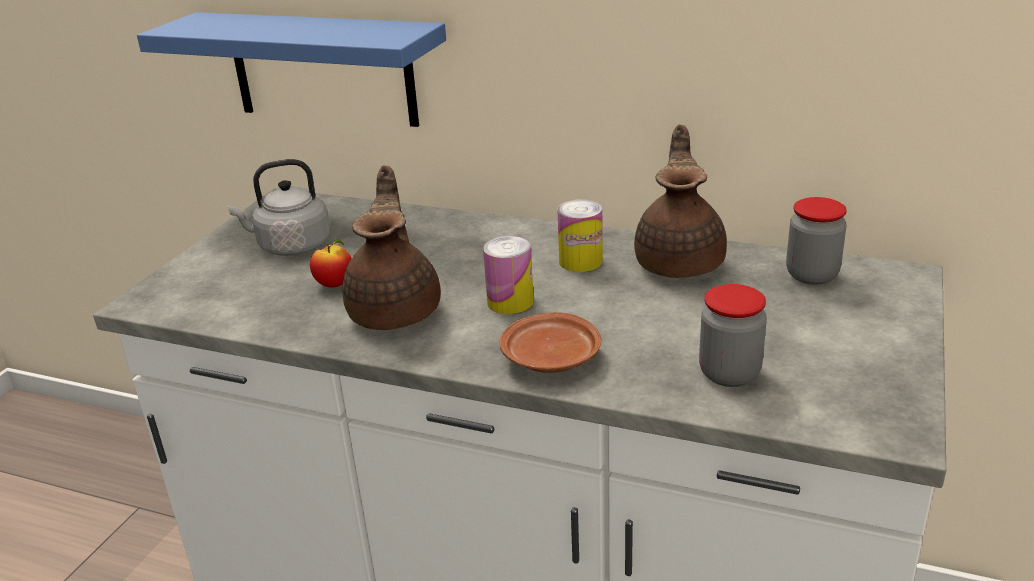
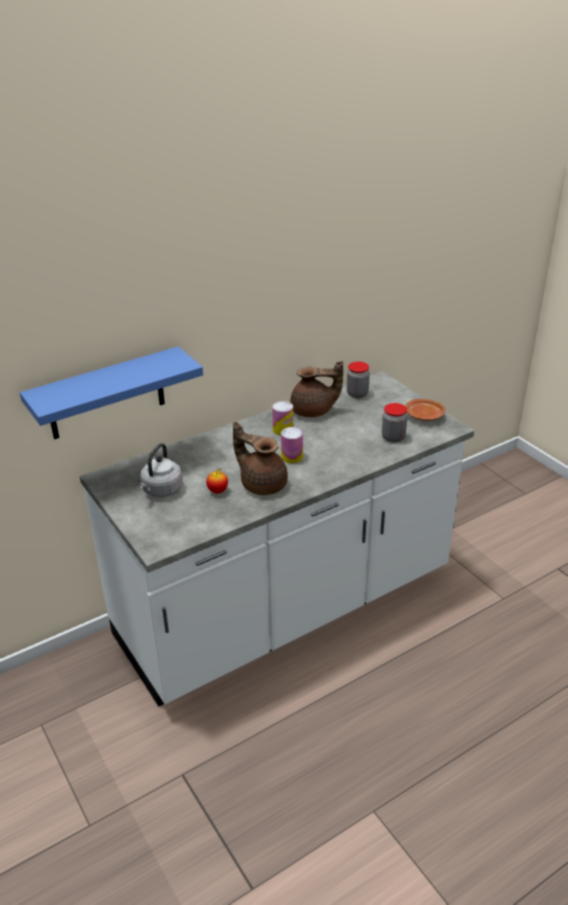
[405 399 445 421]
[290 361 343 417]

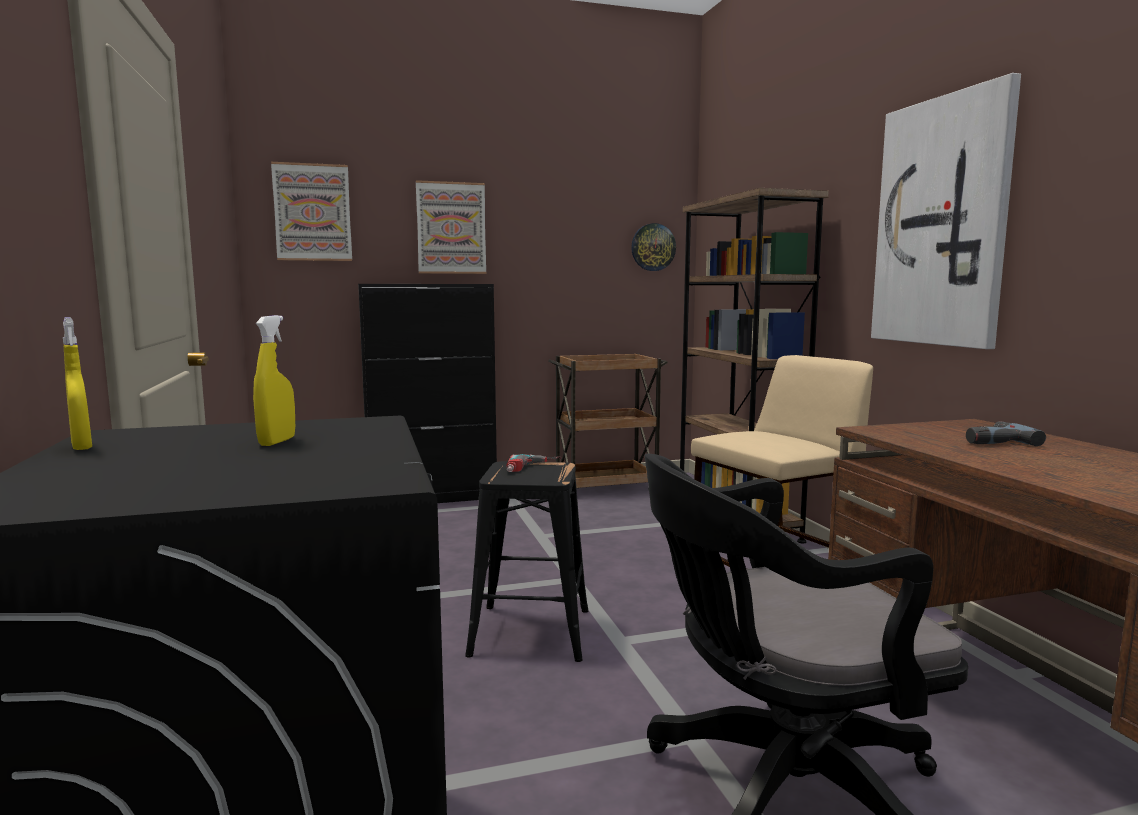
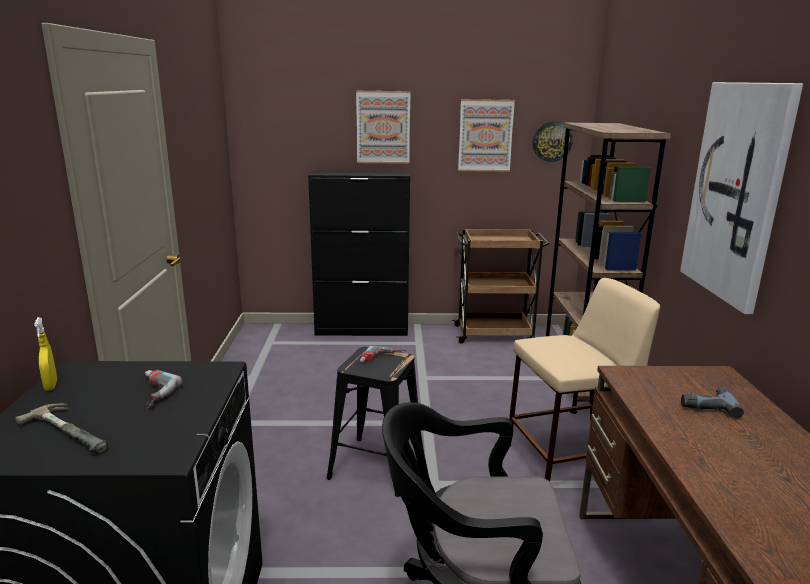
[15 404 108 454]
[458 99 515 171]
[145 370 183 409]

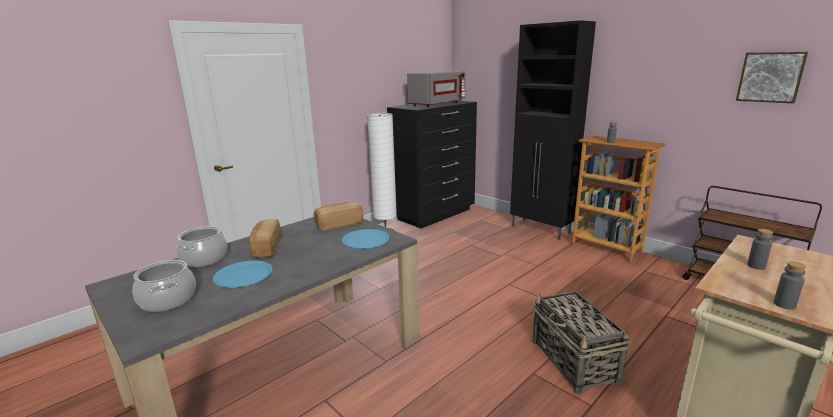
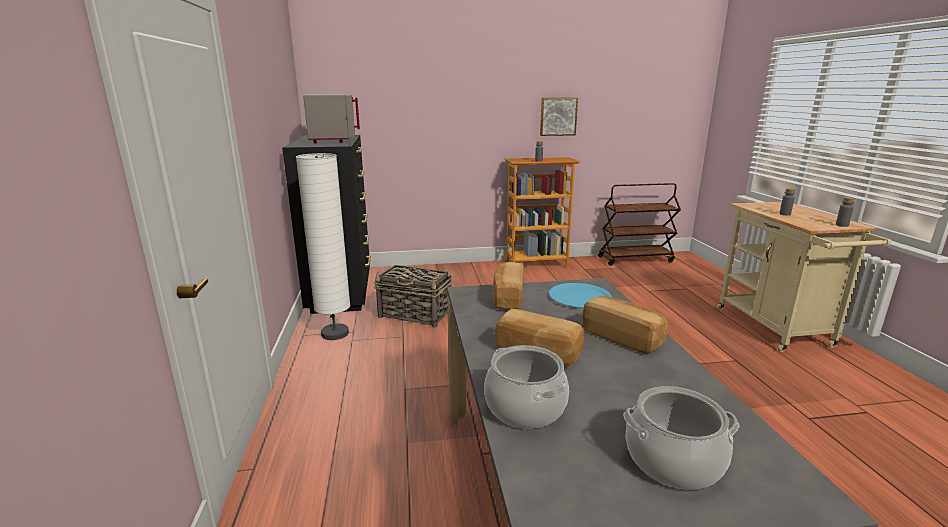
[213 261 273 288] (first image)
[510 20 596 240] (first image)
[582 296 668 355]
[374 265 452 328]
[540 98 578 136]

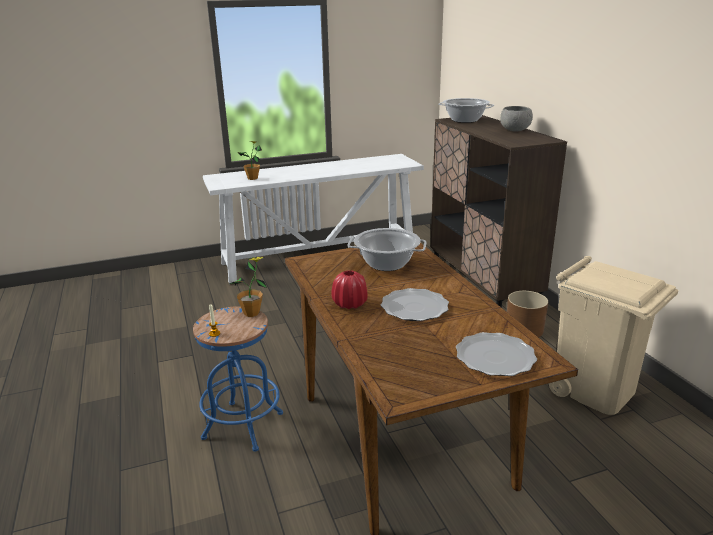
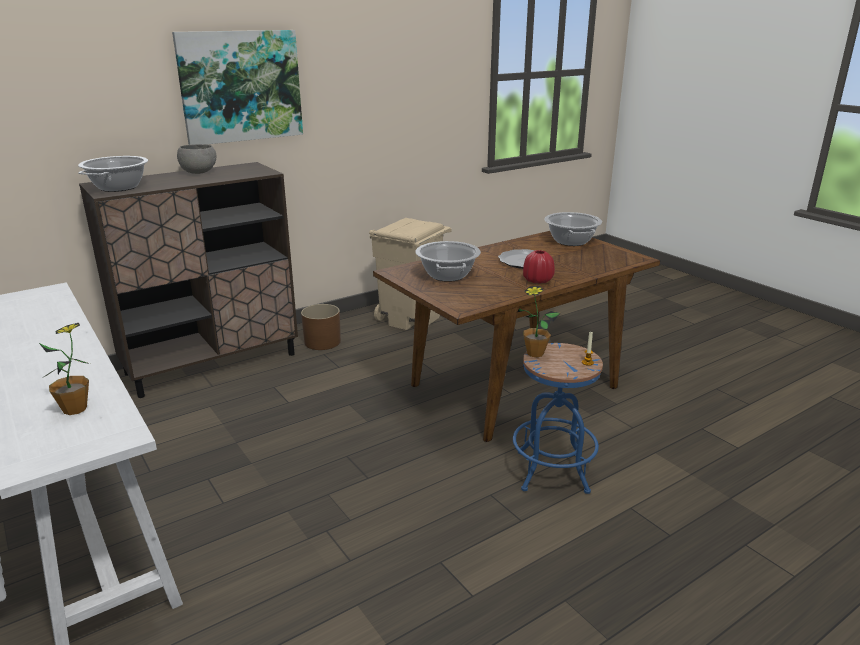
[172 30 303 145]
[544 212 602 246]

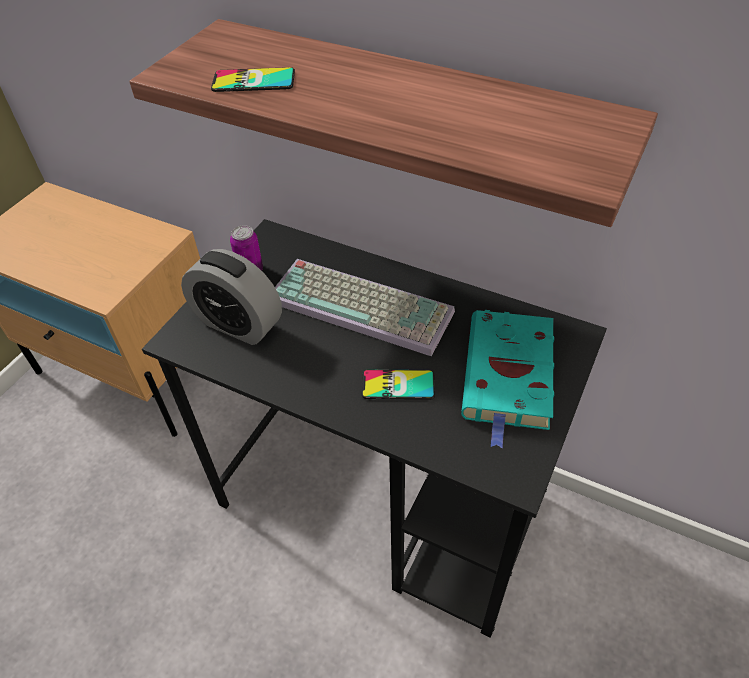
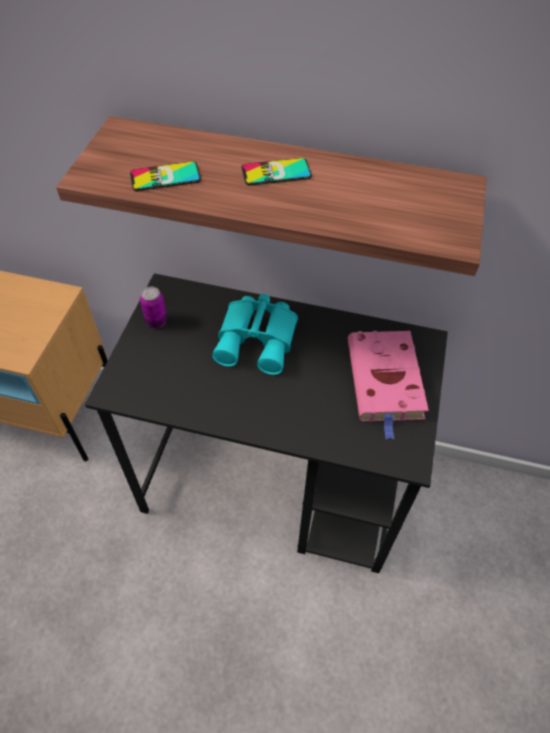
[181 249 282 345] (first image)
[241 158 312 185]
[212 294 298 375]
[348 331 429 440]

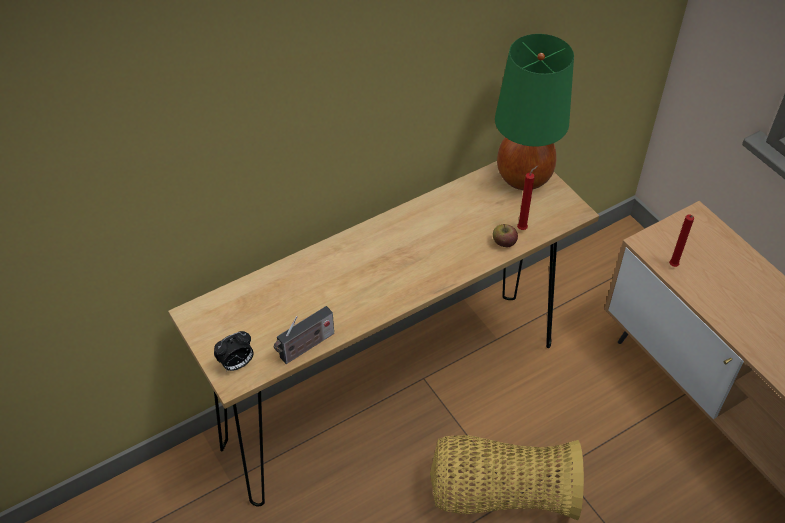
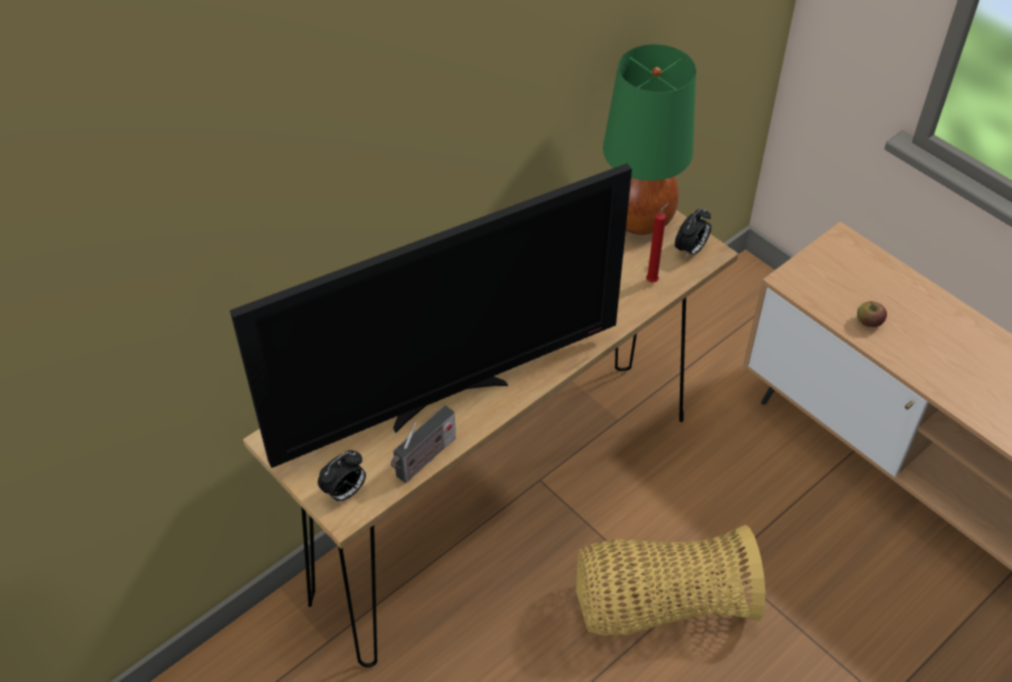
[669 215 694 267] (first image)
[230 163 632 468]
[675 208 711 258]
[857 301 887 327]

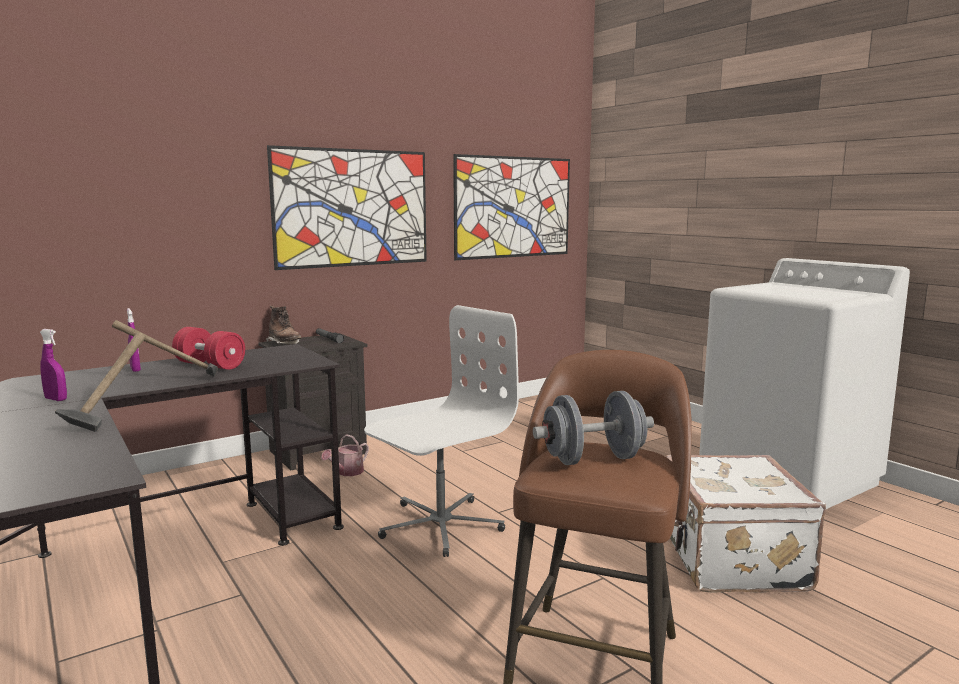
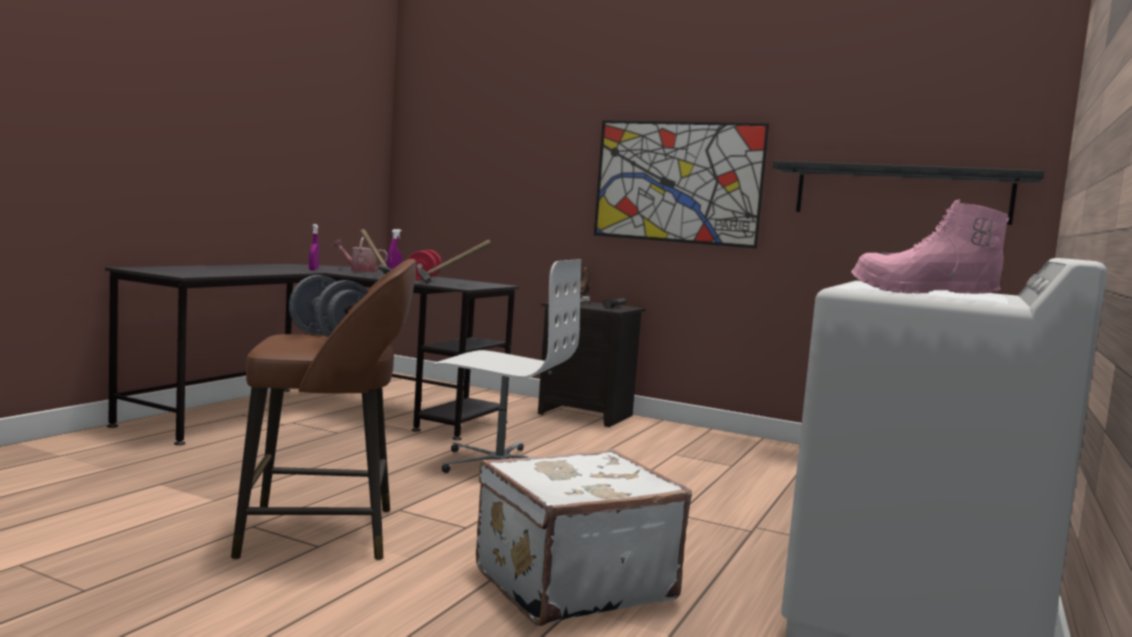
[851 200 1009 294]
[418 240 491 284]
[332 236 388 272]
[773 161 1044 225]

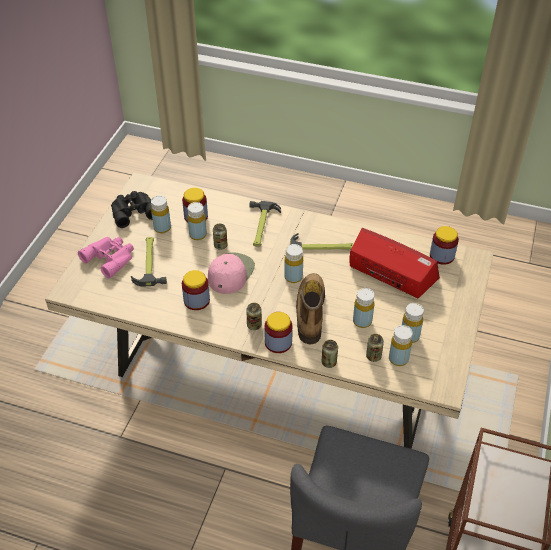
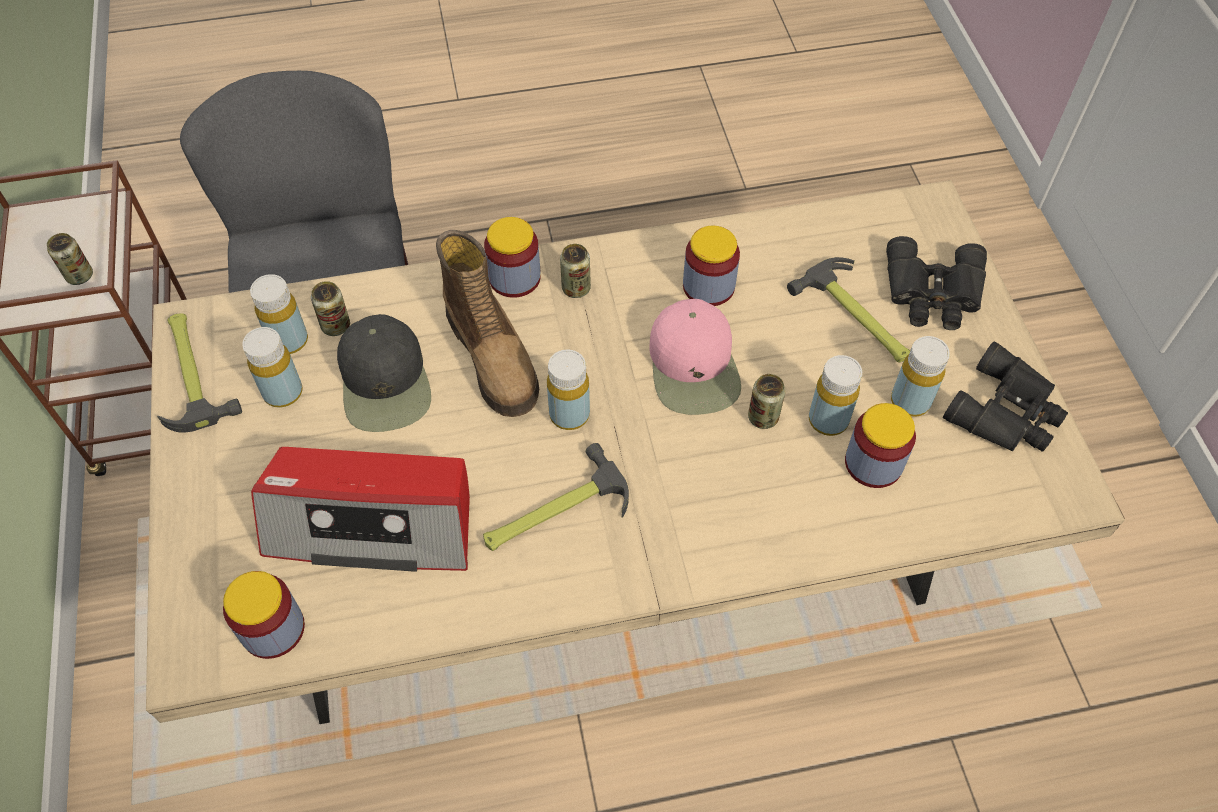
[157 313 242 433]
[47 233 93 285]
[337 314 431 432]
[886 236 987 330]

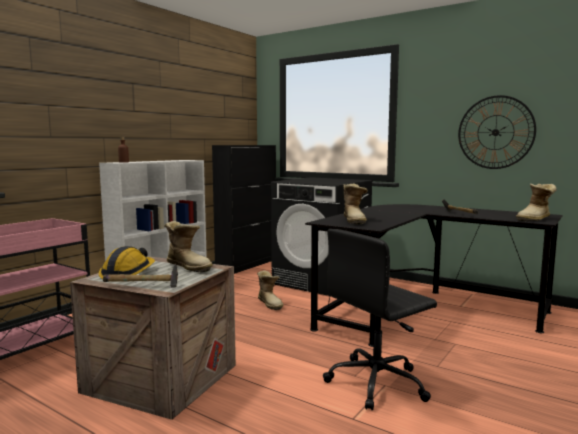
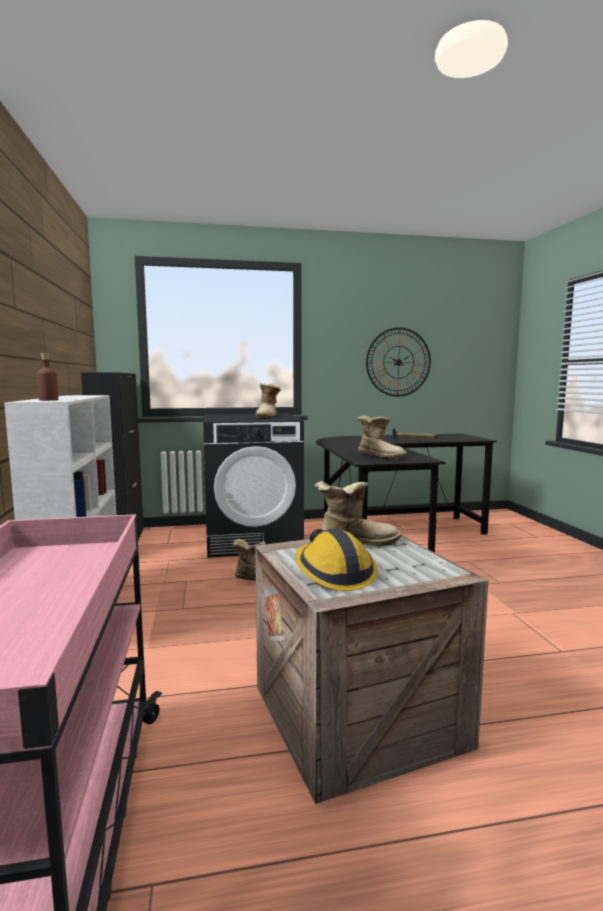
[103 264 178 288] (first image)
[323 229 437 411] (first image)
[255 383 281 418]

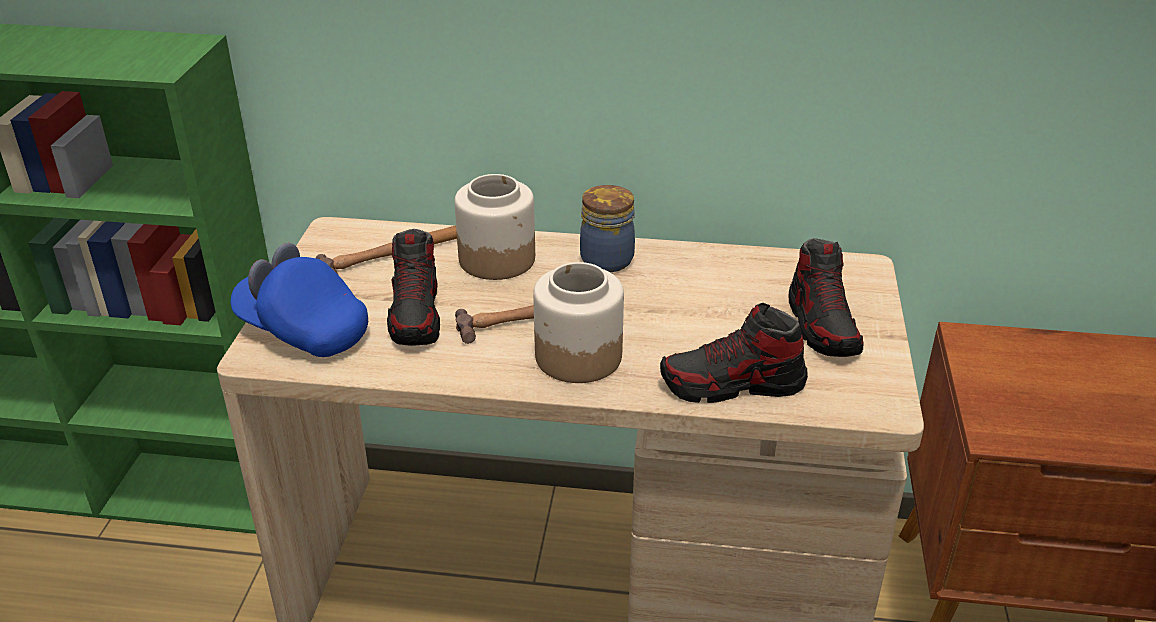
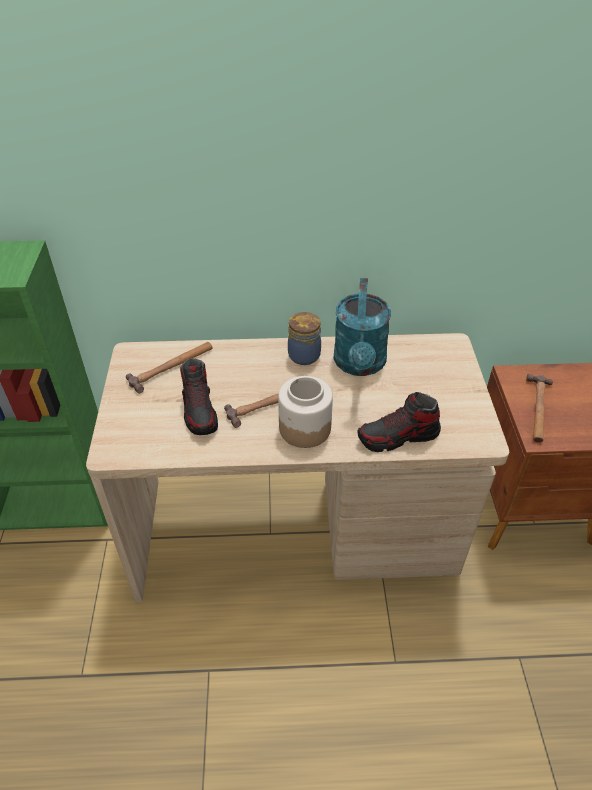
[230 243 368 357] (first image)
[454 174 535 280] (first image)
[789 238 864 357] (first image)
[333 278 391 376]
[526 374 553 443]

